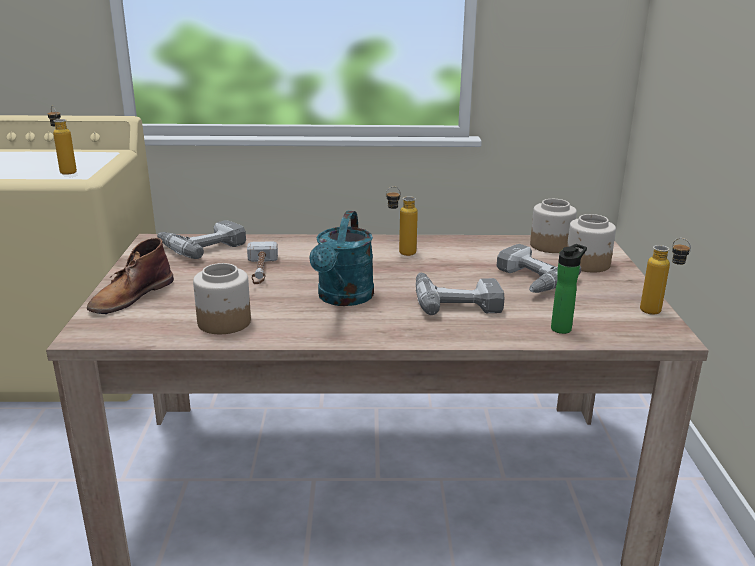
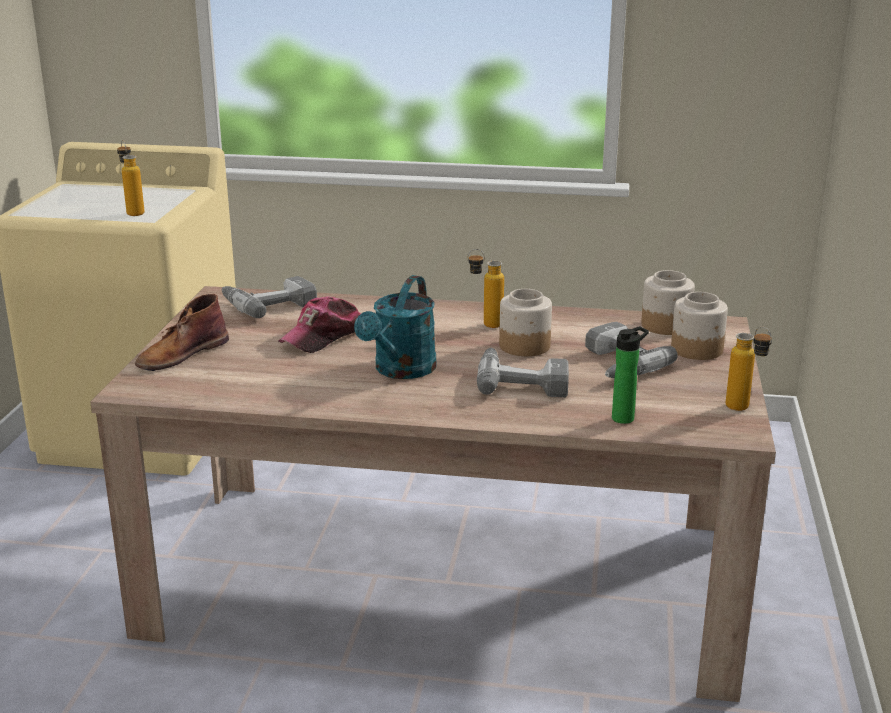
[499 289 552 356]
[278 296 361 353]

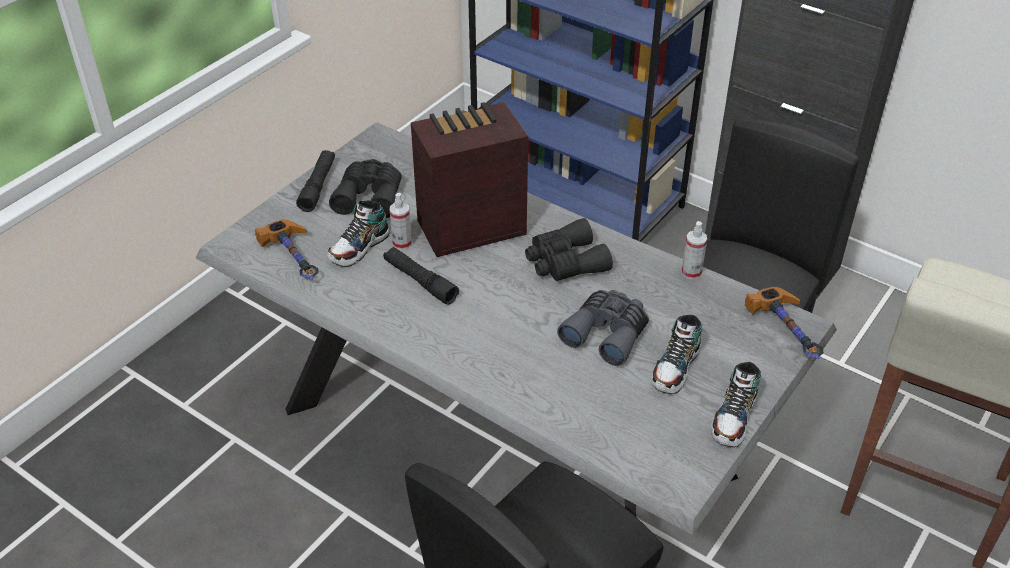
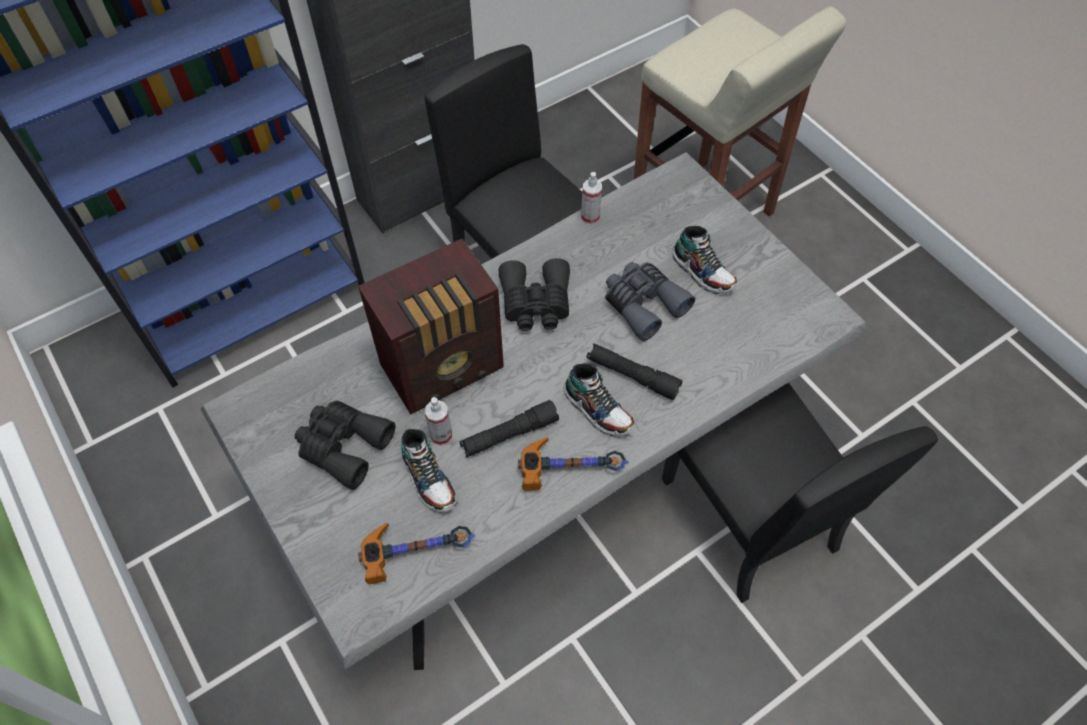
[587 343 682 400]
[564 363 635 437]
[518 437 629 491]
[358 239 504 415]

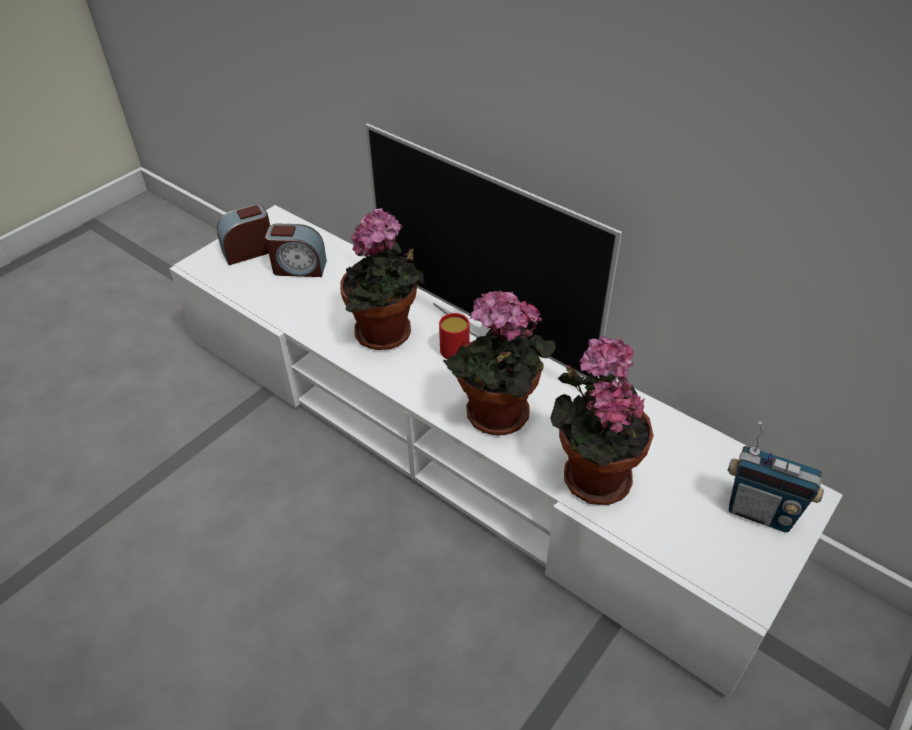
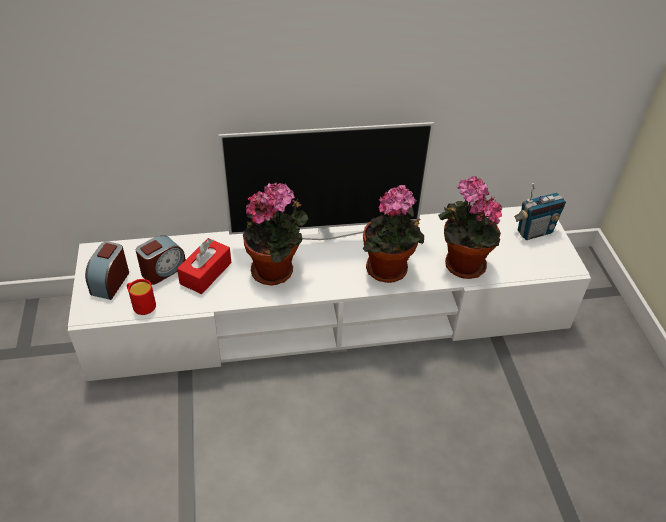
[177 238 231 294]
[127 279 156 315]

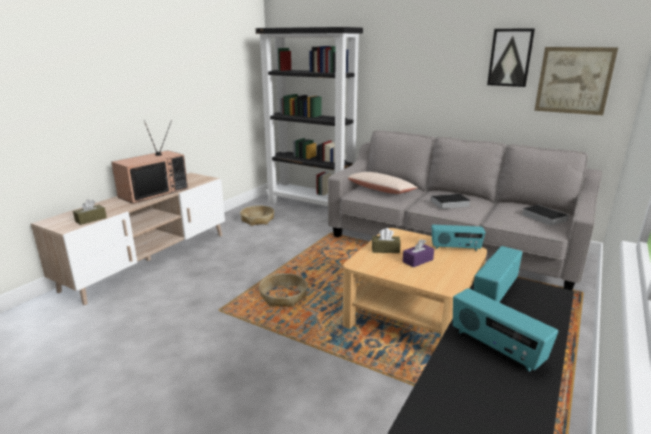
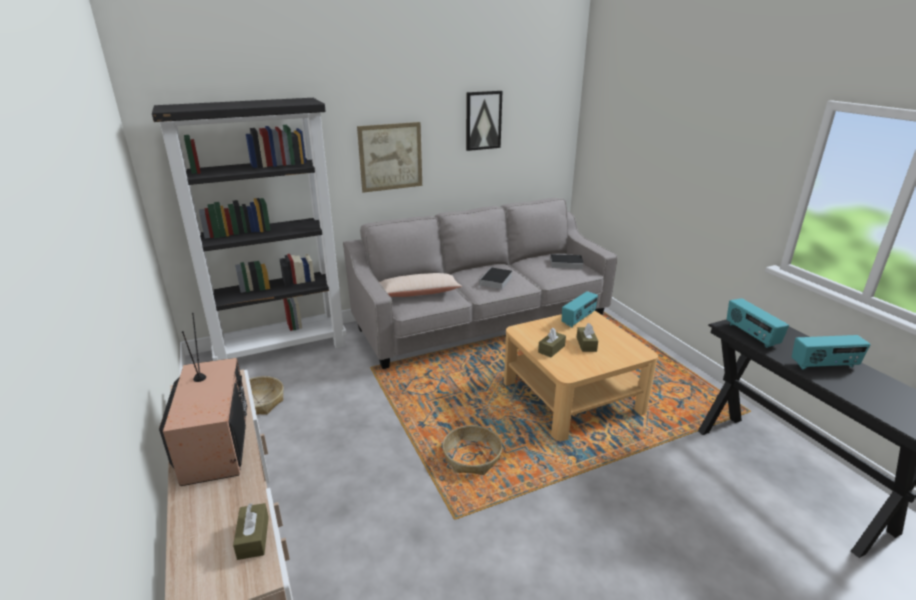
[357 122 422 193]
[577 323 598 352]

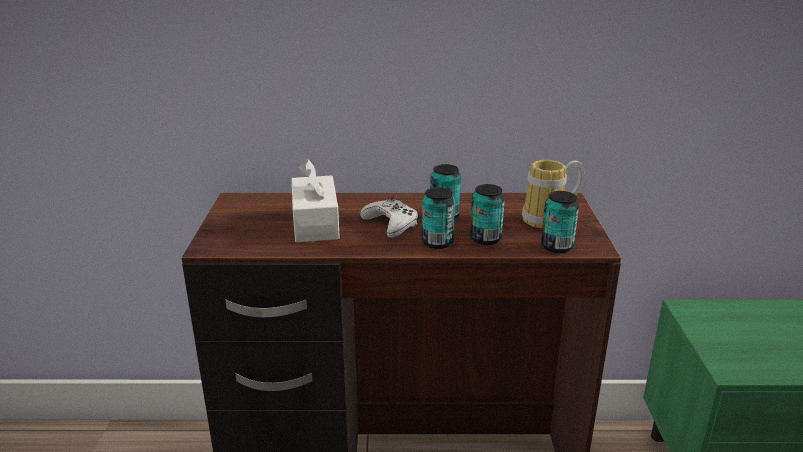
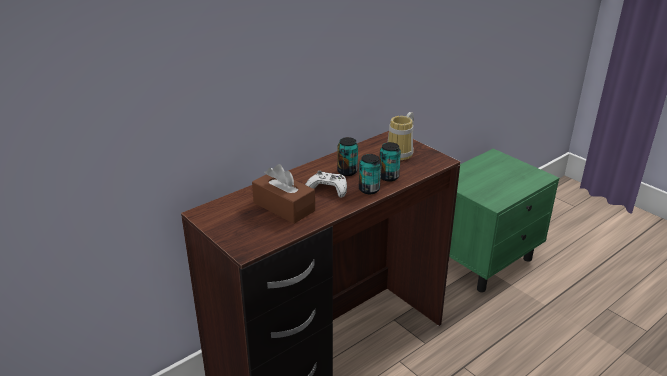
[541 191 579 253] (first image)
[252 164 315 224]

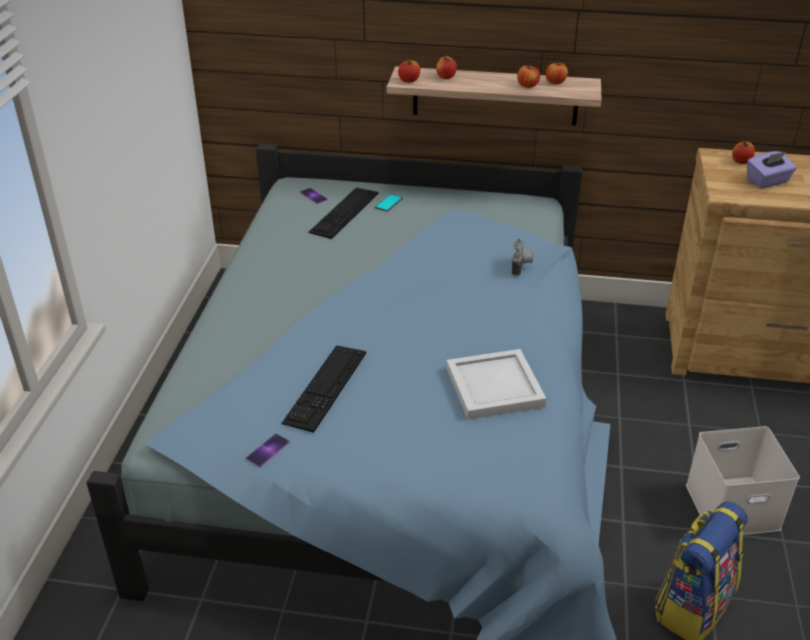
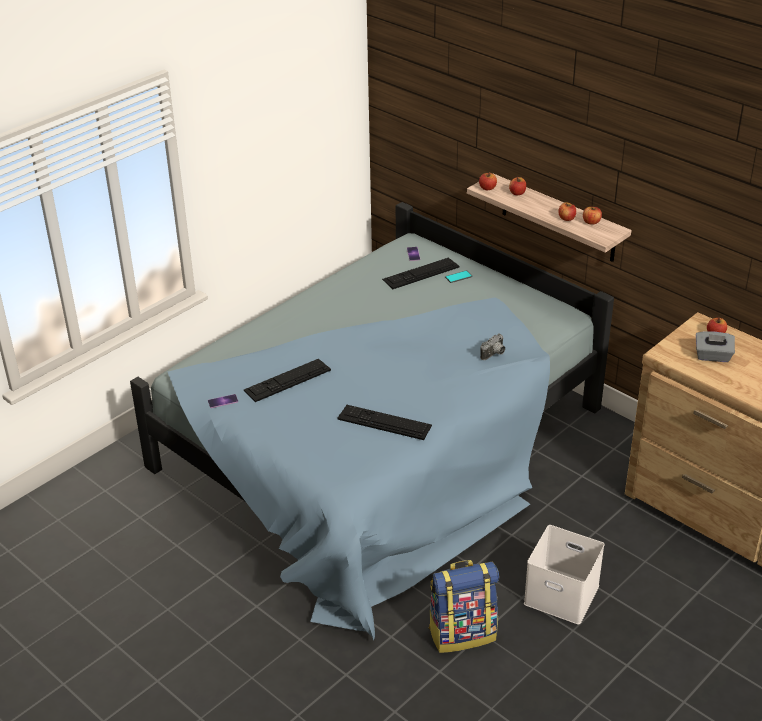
[337 405 432 440]
[696 331 735 362]

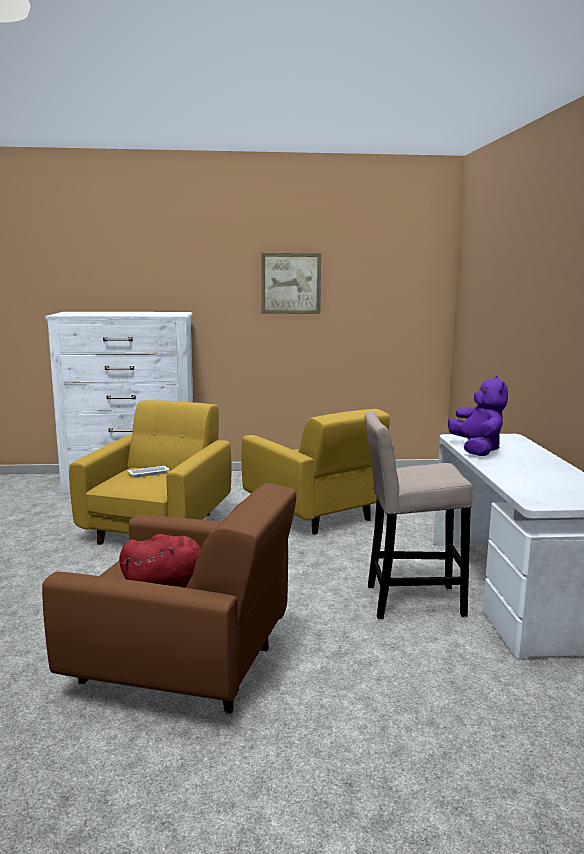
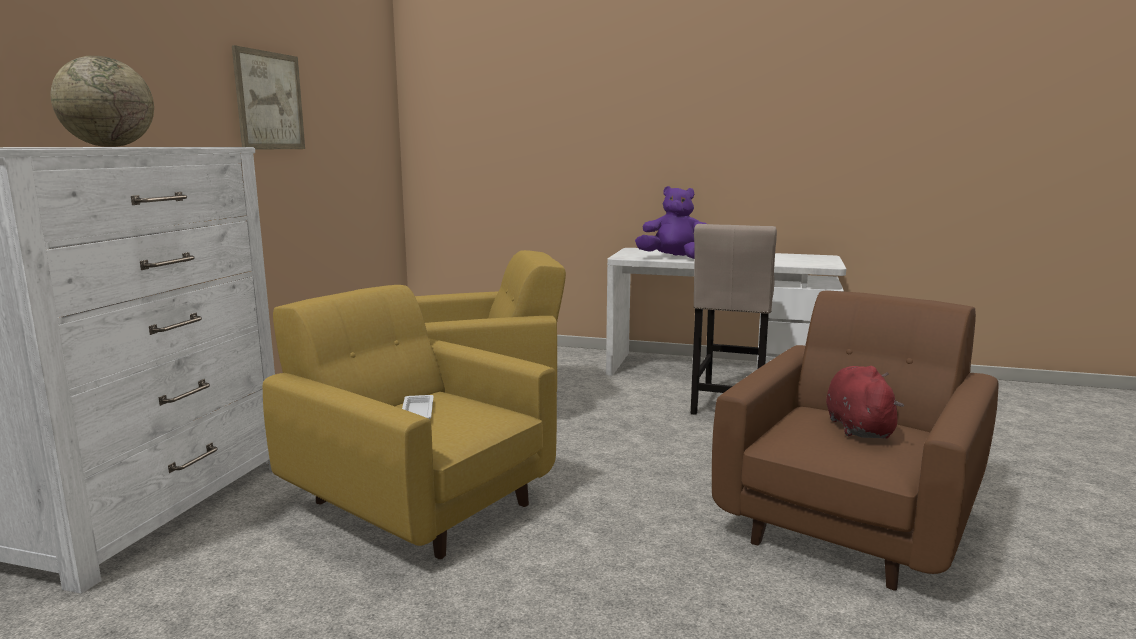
[51 56 154 147]

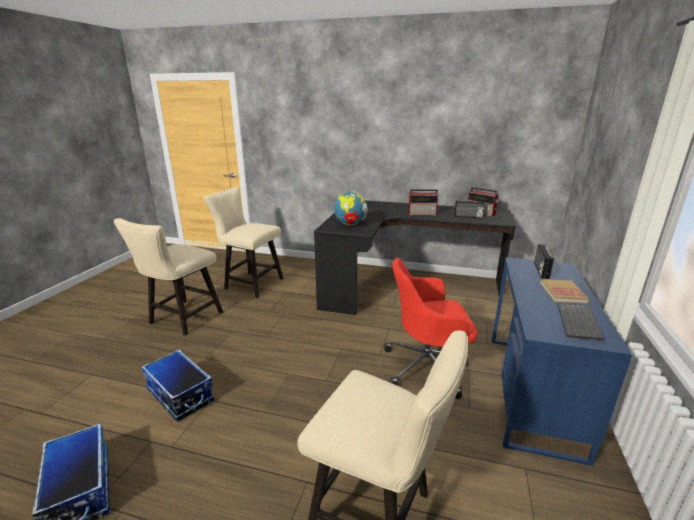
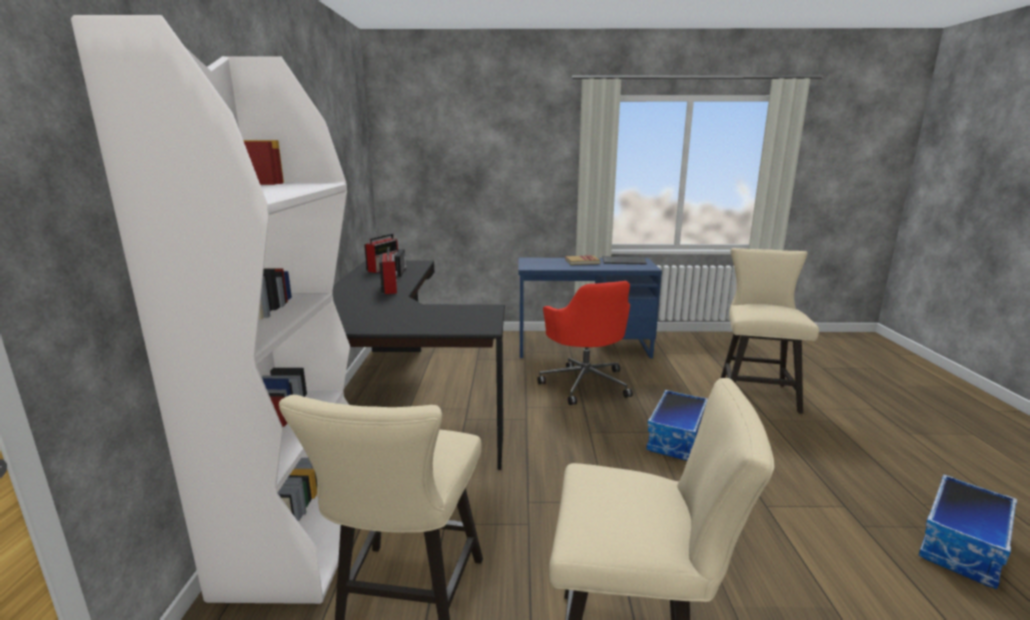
[334 191 368 225] (first image)
[534 244 554 279] (first image)
[71 15 350 604]
[646 390 708 461]

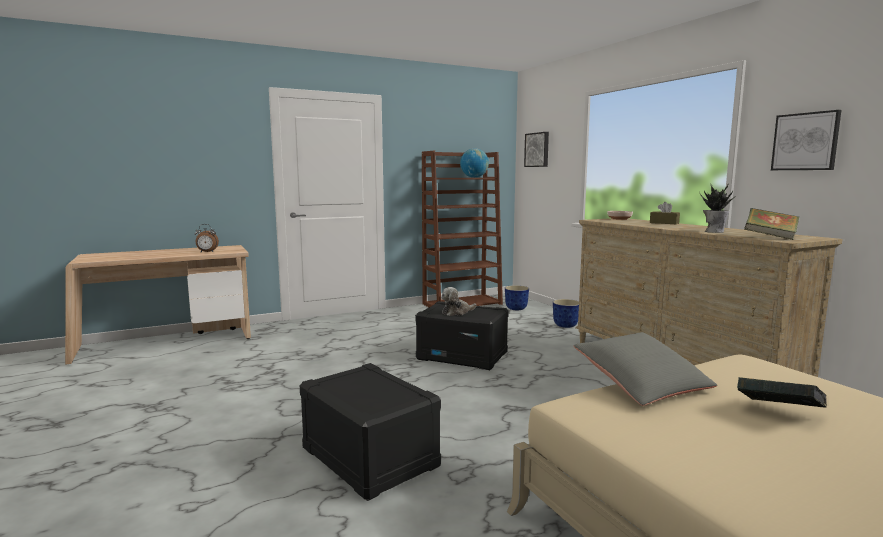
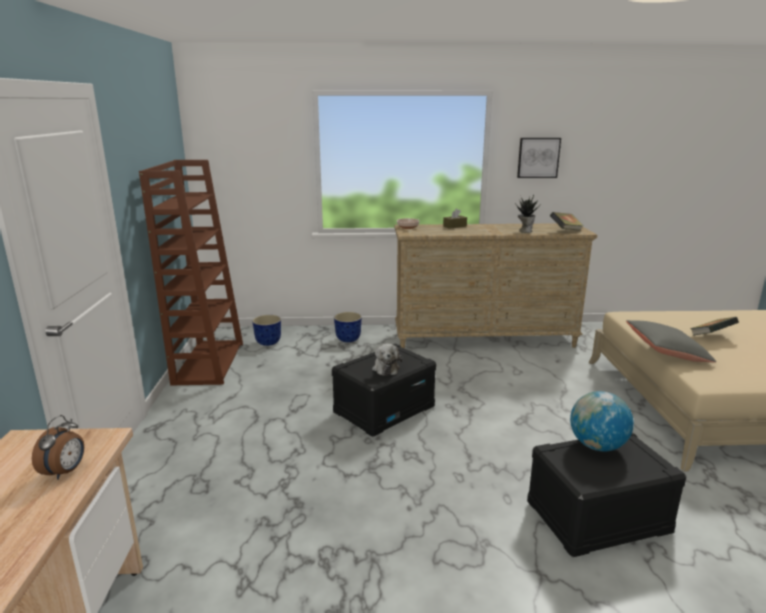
[524 132 549 167] (first image)
[570 391 634 451]

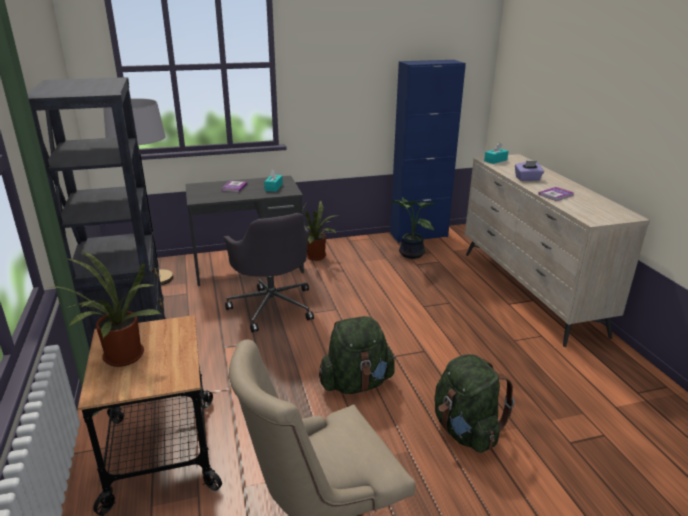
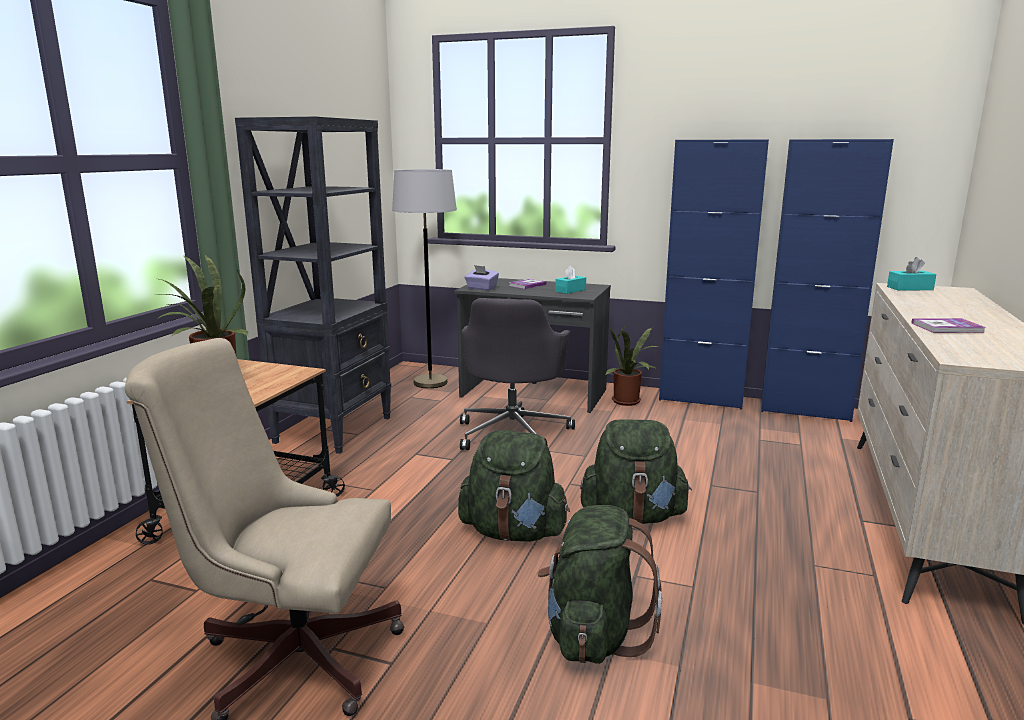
[391 197 436 259] (first image)
[580 419 692 524]
[659 139 769 409]
[465 265 499 290]

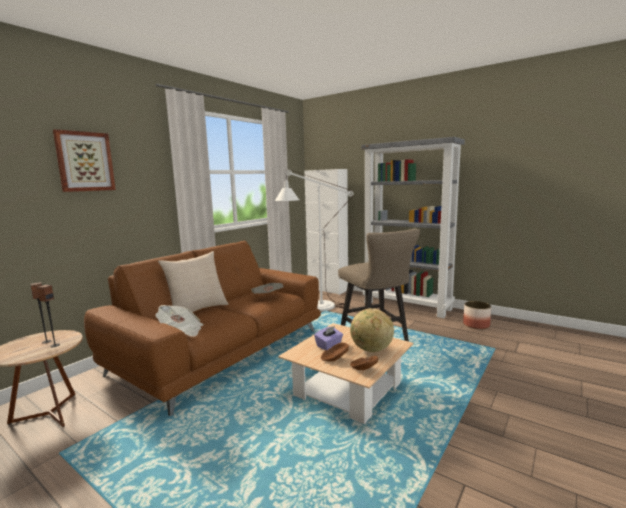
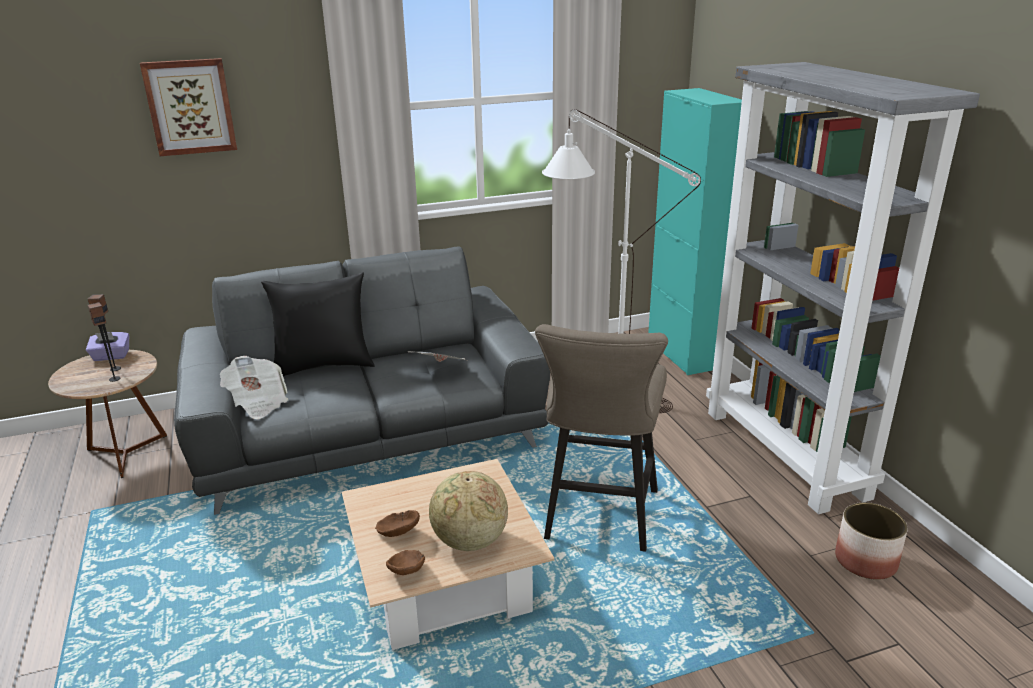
[86 332 129 361]
[174 247 550 515]
[261 272 375 376]
[648 88 742 375]

